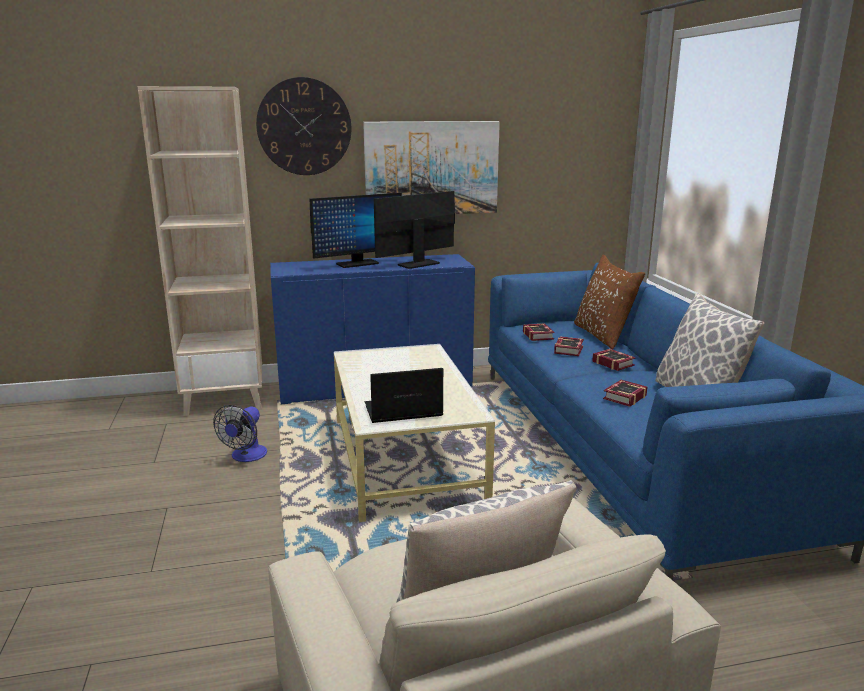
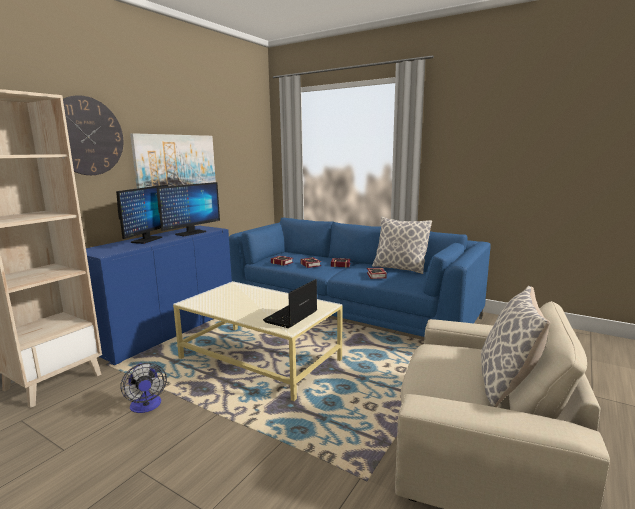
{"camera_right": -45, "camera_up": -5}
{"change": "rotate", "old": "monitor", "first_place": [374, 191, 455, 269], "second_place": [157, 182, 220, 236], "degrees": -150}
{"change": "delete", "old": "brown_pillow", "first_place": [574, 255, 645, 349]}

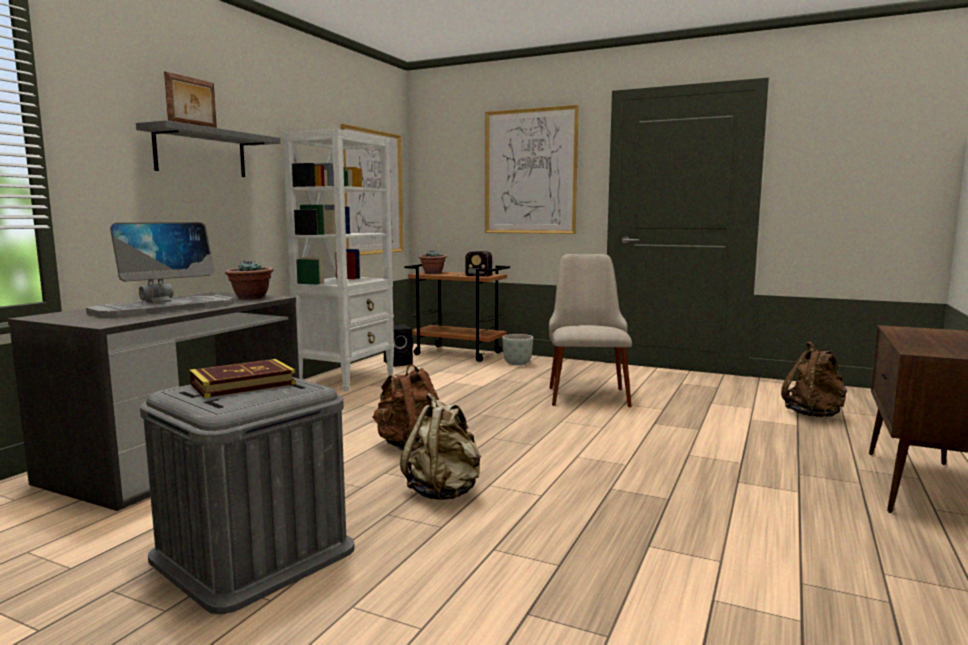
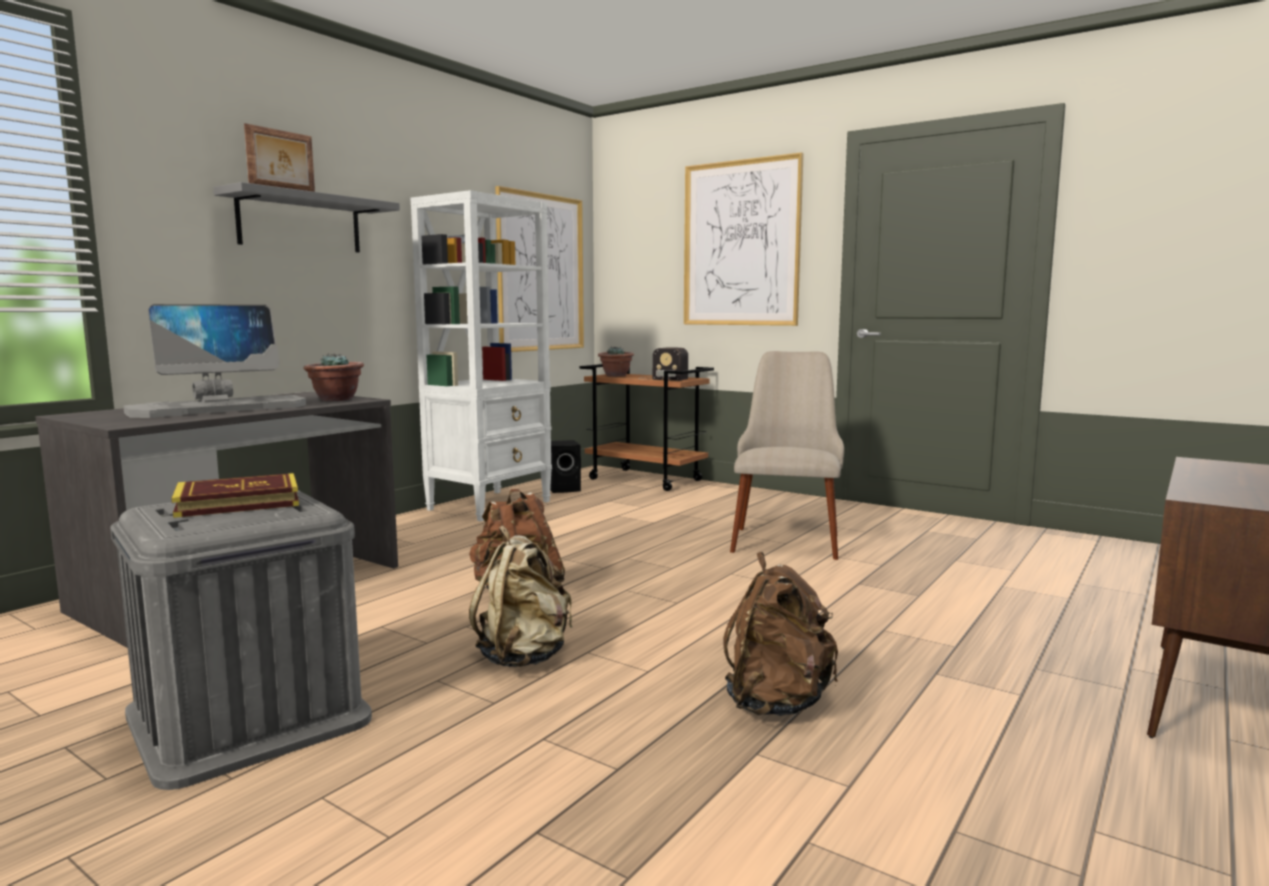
{"camera_right": 10, "camera_up": 0}
{"change": "delete", "old": "grey_planter", "first_place": [502, 334, 533, 366]}
{"change": "move", "old": "brown_backpack", "first_place": [781, 341, 847, 418], "second_place": [723, 552, 838, 716]}

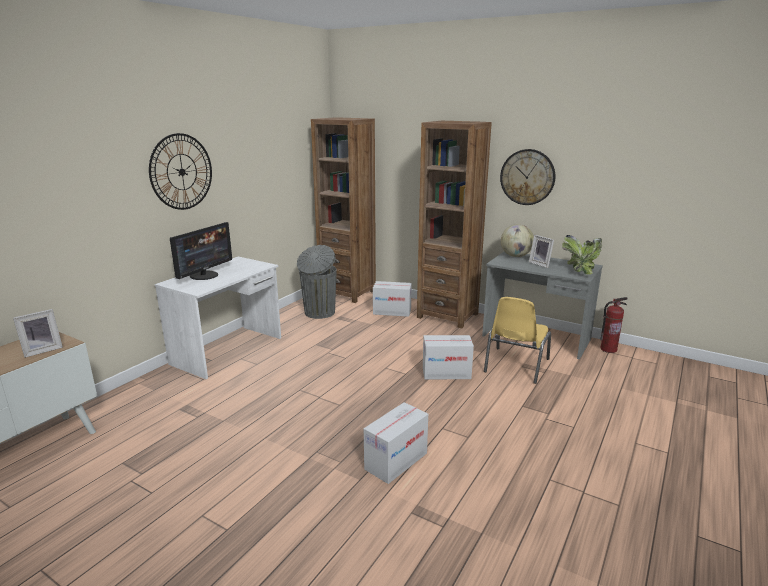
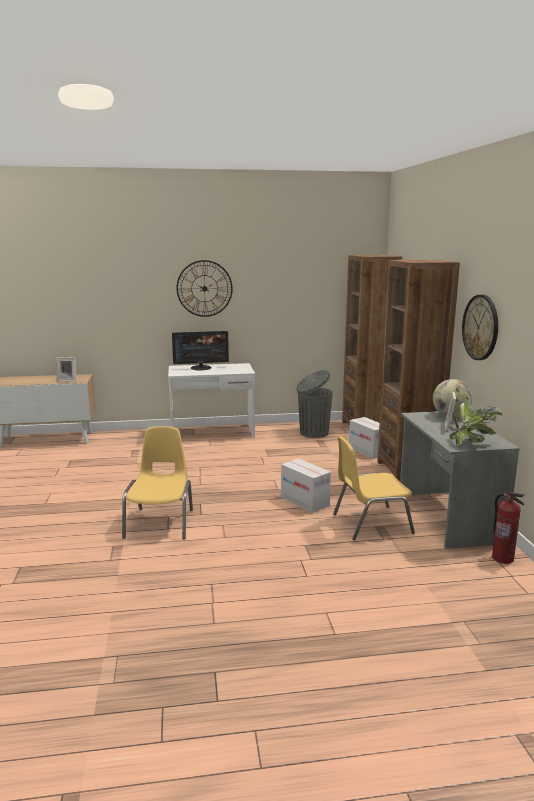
{"camera_right": 50, "camera_up": -5}
{"change": "replace", "old": "cardboard_box", "new": "yellow_chair", "first_place": [364, 402, 428, 484], "second_place": [122, 426, 193, 539]}

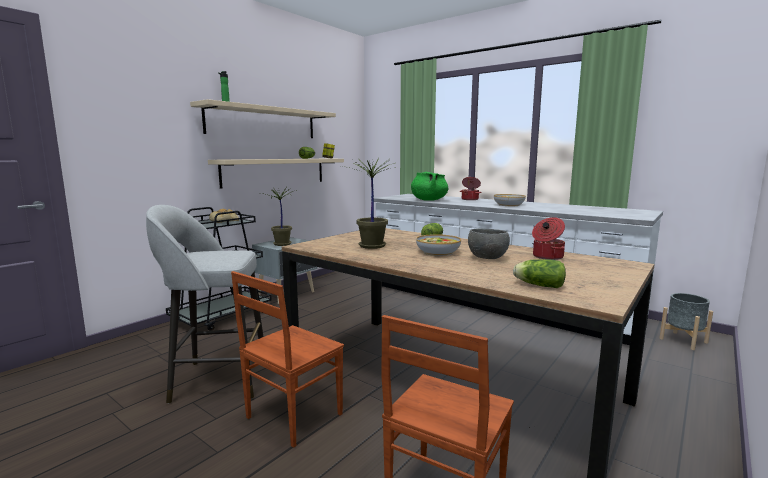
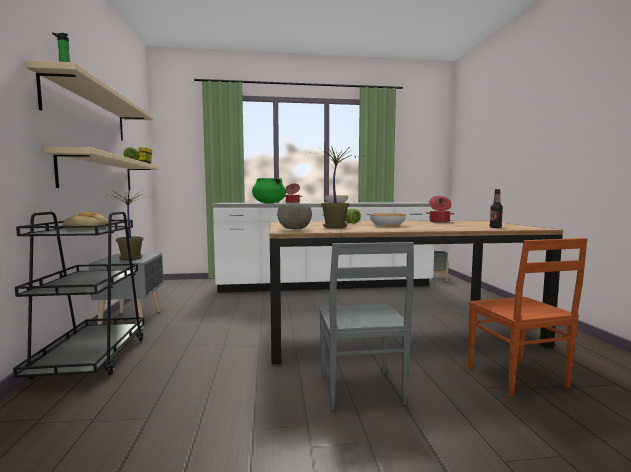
{"camera_right": -45, "camera_up": -5}
{"change": "delete", "old": "grey_stool", "first_place": [146, 205, 263, 404]}
{"change": "recolor", "old": "brown_chair", "new": "grey_chair", "first_place": [231, 271, 344, 448], "second_place": [319, 242, 414, 410]}
{"change": "move", "old": "grey_bowl", "first_place": [468, 229, 510, 259], "second_place": [278, 205, 312, 229]}
{"change": "replace", "old": "lettuce", "new": "bottle", "first_place": [513, 259, 566, 288], "second_place": [490, 189, 503, 228]}

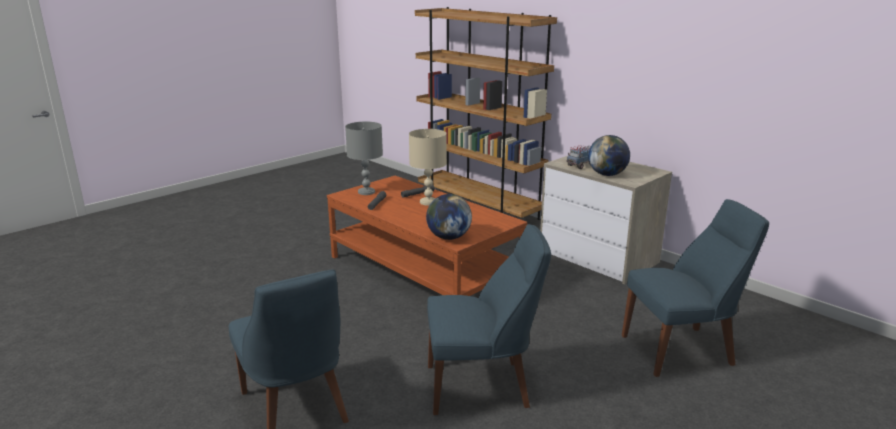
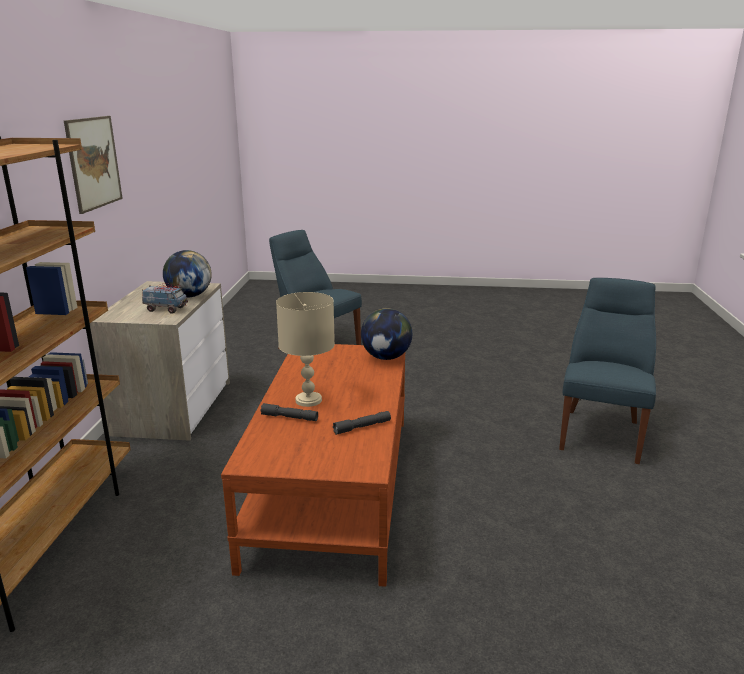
{"camera_right": -130, "camera_up": 0}
{"change": "delete", "old": "grey_table_lamp", "first_place": [345, 122, 383, 195]}
{"change": "delete", "old": "blue_chair", "first_place": [427, 224, 551, 415]}
{"change": "insert", "new": "picture", "second_place": [64, 116, 123, 214]}

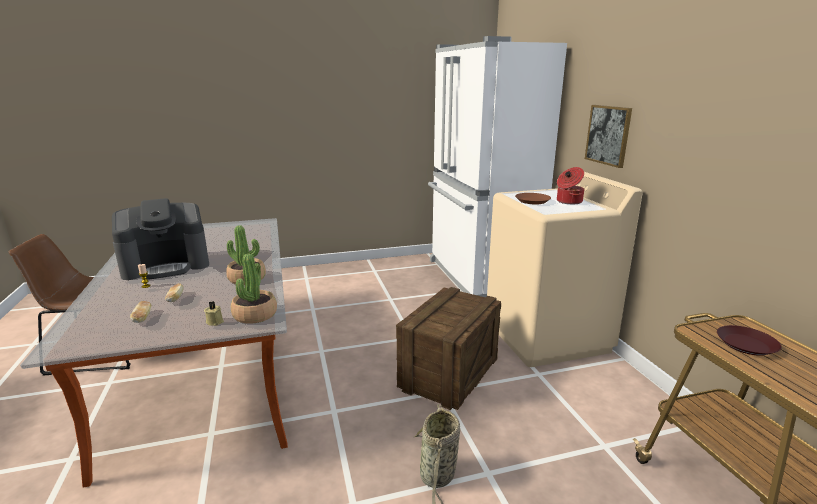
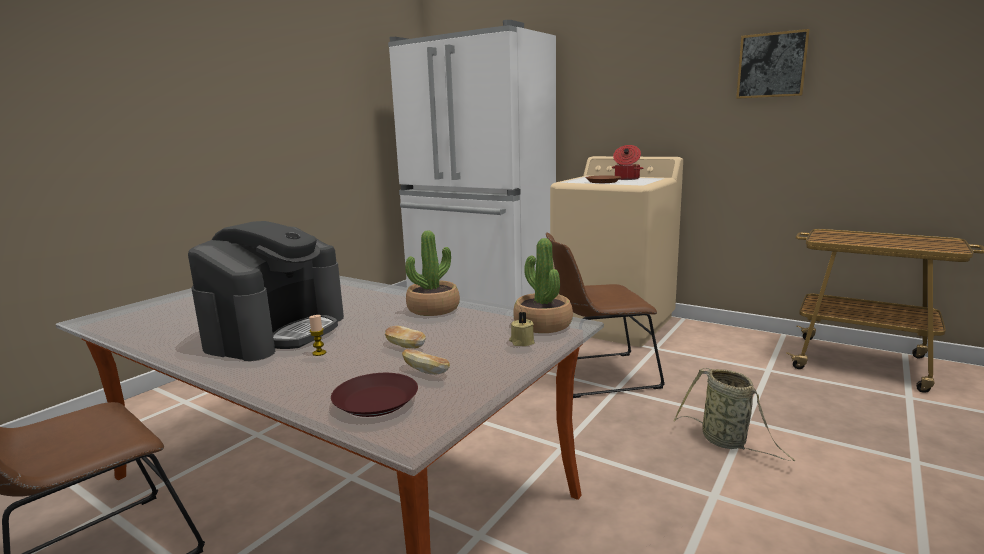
{"camera_right": -40, "camera_up": -5}
{"change": "replace", "old": "crate", "new": "brown_chair", "first_place": [396, 287, 501, 410], "second_place": [546, 232, 665, 398]}
{"change": "move", "old": "picture", "first_place": [585, 105, 632, 168], "second_place": [736, 29, 810, 99]}
{"change": "move", "old": "brown_plate", "first_place": [717, 325, 782, 356], "second_place": [331, 373, 418, 417]}

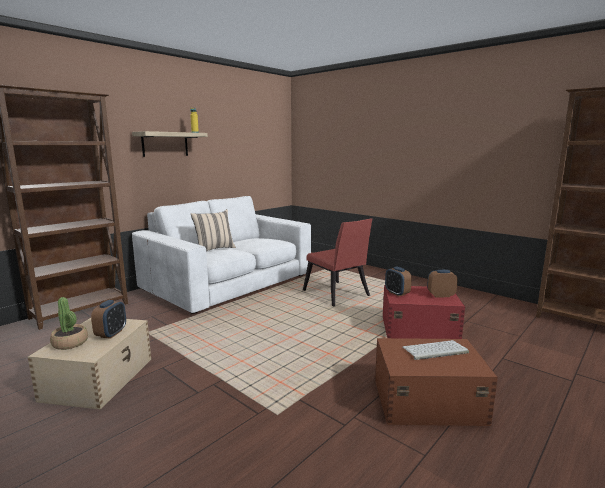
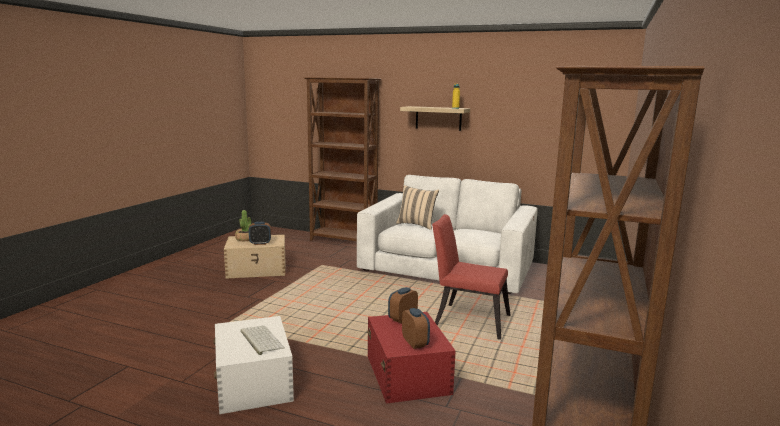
{"camera_right": 70, "camera_up": 0}
{"change": "rotate", "old": "red_chair", "first_place": [303, 218, 372, 307], "second_place": [432, 214, 510, 340], "degrees": 75}
{"change": "recolor", "old": "brown_storage_box", "new": "white_storage_box", "first_place": [375, 338, 498, 426], "second_place": [214, 316, 294, 414]}

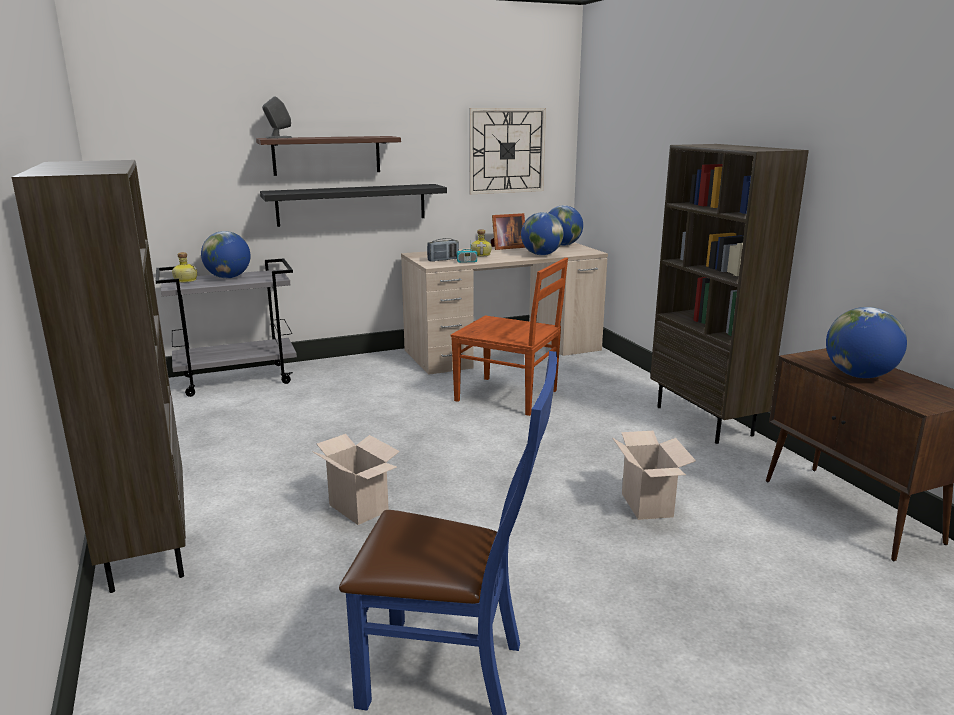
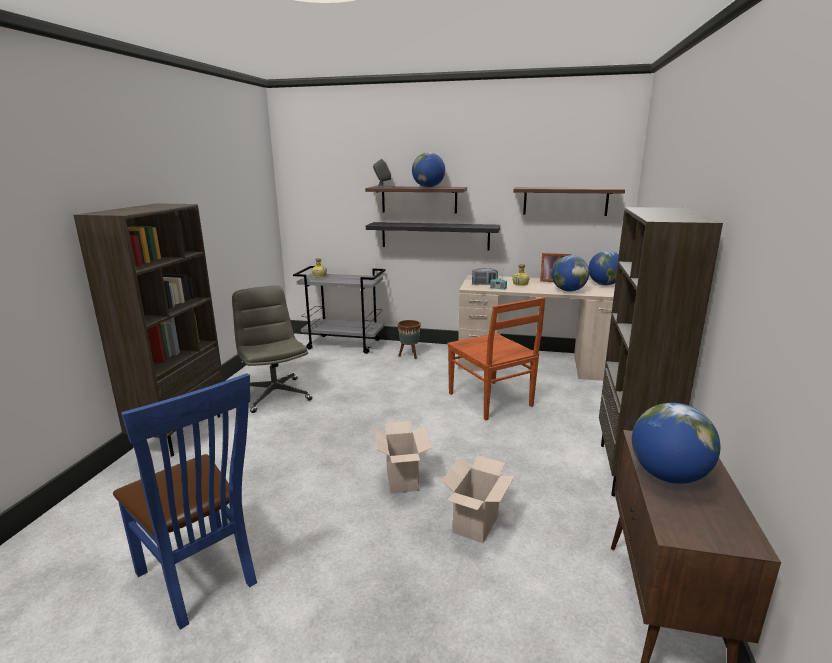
{"camera_right": 35, "camera_up": 0}
{"change": "move", "old": "globe", "first_place": [201, 231, 251, 278], "second_place": [412, 152, 445, 188]}
{"change": "move", "old": "cardboard_box", "first_place": [312, 434, 400, 525], "second_place": [374, 421, 432, 494]}
{"change": "replace", "old": "wall_clock", "new": "shelf", "first_place": [469, 108, 546, 194], "second_place": [513, 187, 625, 216]}
{"change": "insert", "new": "grey_office_chair", "second_place": [232, 285, 312, 413]}
{"change": "insert", "new": "brown_planter", "second_place": [398, 320, 421, 359]}

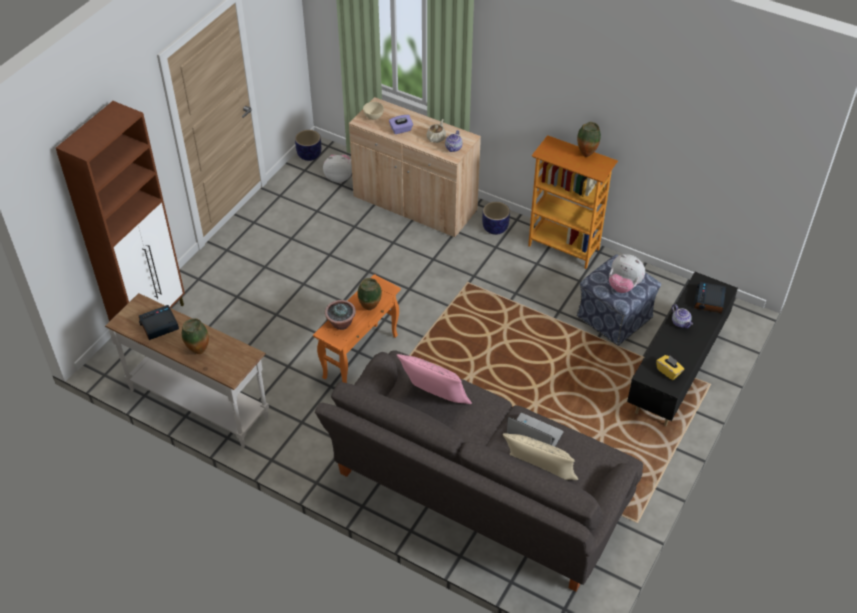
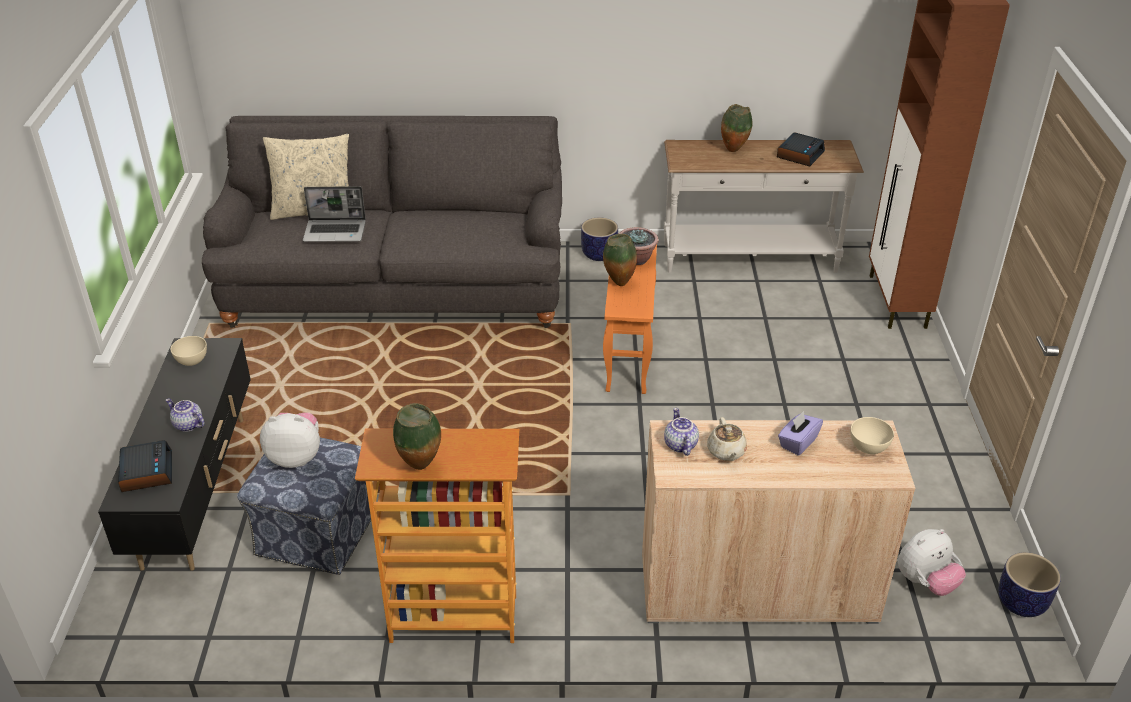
{"camera_right": 150, "camera_up": -10}
{"change": "delete", "old": "pink_pillow", "first_place": [397, 354, 472, 404]}
{"change": "move", "old": "planter", "first_place": [482, 202, 510, 235], "second_place": [581, 217, 618, 261]}
{"change": "replace", "old": "yellow_tissue_box", "new": "beige_bowl", "first_place": [656, 355, 684, 380], "second_place": [170, 336, 207, 366]}

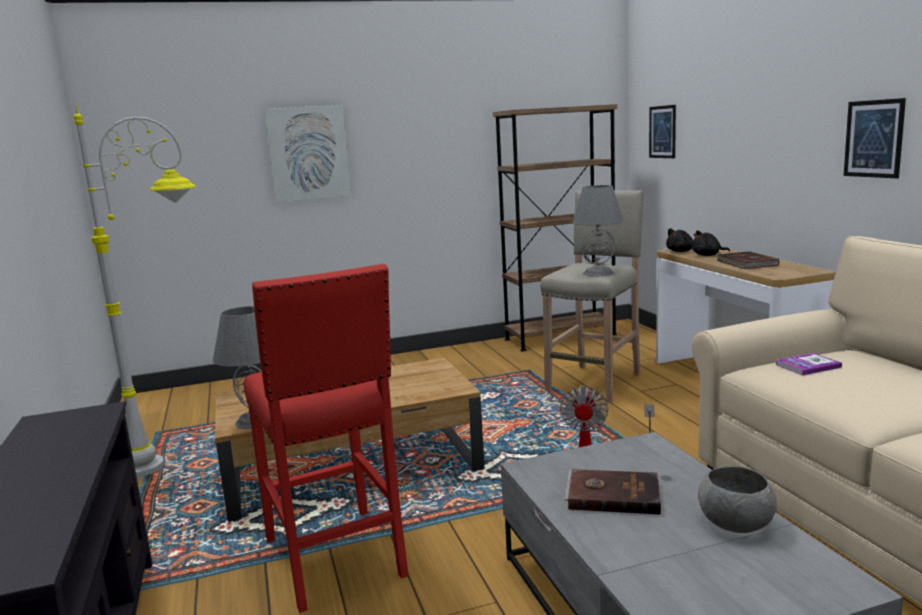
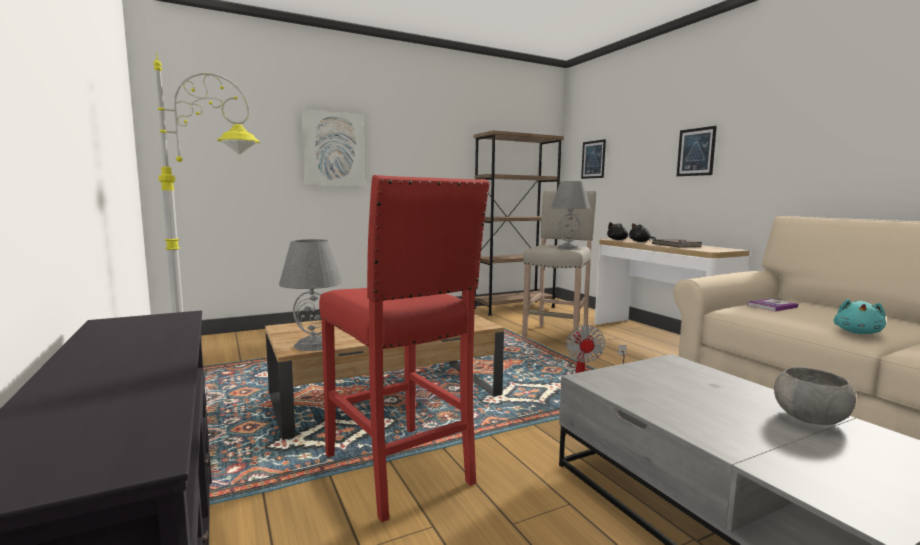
{"camera_right": -10, "camera_up": -5}
{"change": "delete", "old": "brown_book", "first_place": [565, 469, 661, 515]}
{"change": "move", "old": "picture", "first_place": [844, 98, 906, 178], "second_place": [677, 126, 717, 176]}
{"change": "insert", "new": "turquoise_plush_toy", "second_place": [833, 299, 886, 334]}

